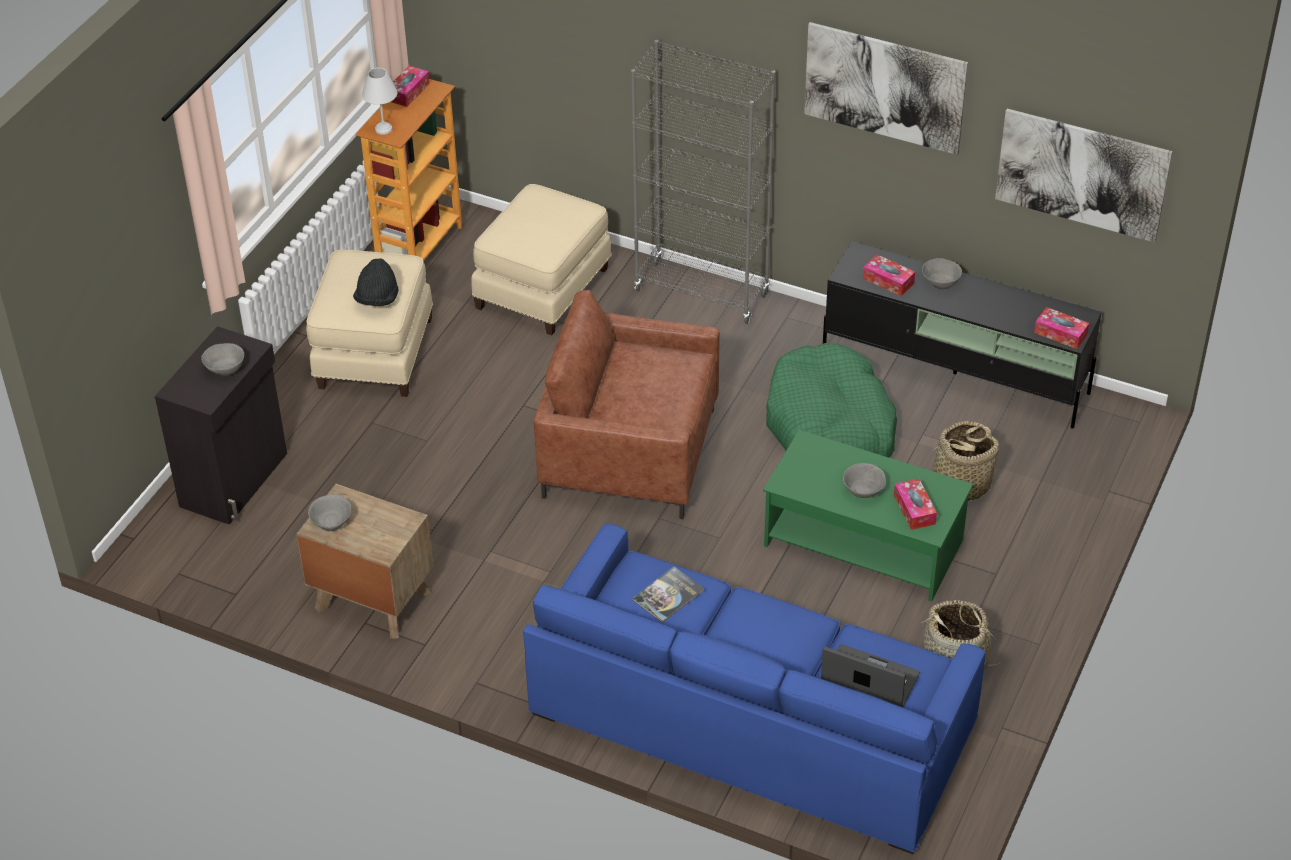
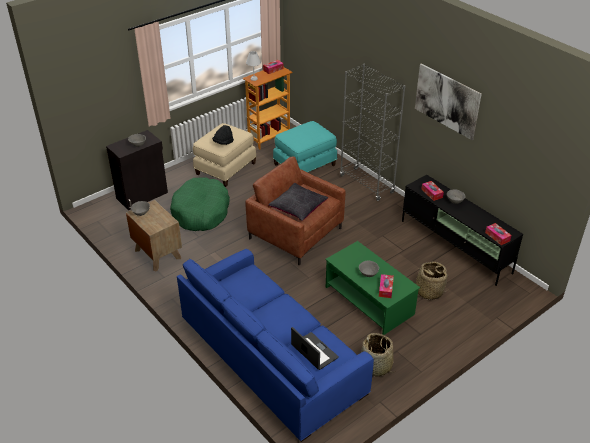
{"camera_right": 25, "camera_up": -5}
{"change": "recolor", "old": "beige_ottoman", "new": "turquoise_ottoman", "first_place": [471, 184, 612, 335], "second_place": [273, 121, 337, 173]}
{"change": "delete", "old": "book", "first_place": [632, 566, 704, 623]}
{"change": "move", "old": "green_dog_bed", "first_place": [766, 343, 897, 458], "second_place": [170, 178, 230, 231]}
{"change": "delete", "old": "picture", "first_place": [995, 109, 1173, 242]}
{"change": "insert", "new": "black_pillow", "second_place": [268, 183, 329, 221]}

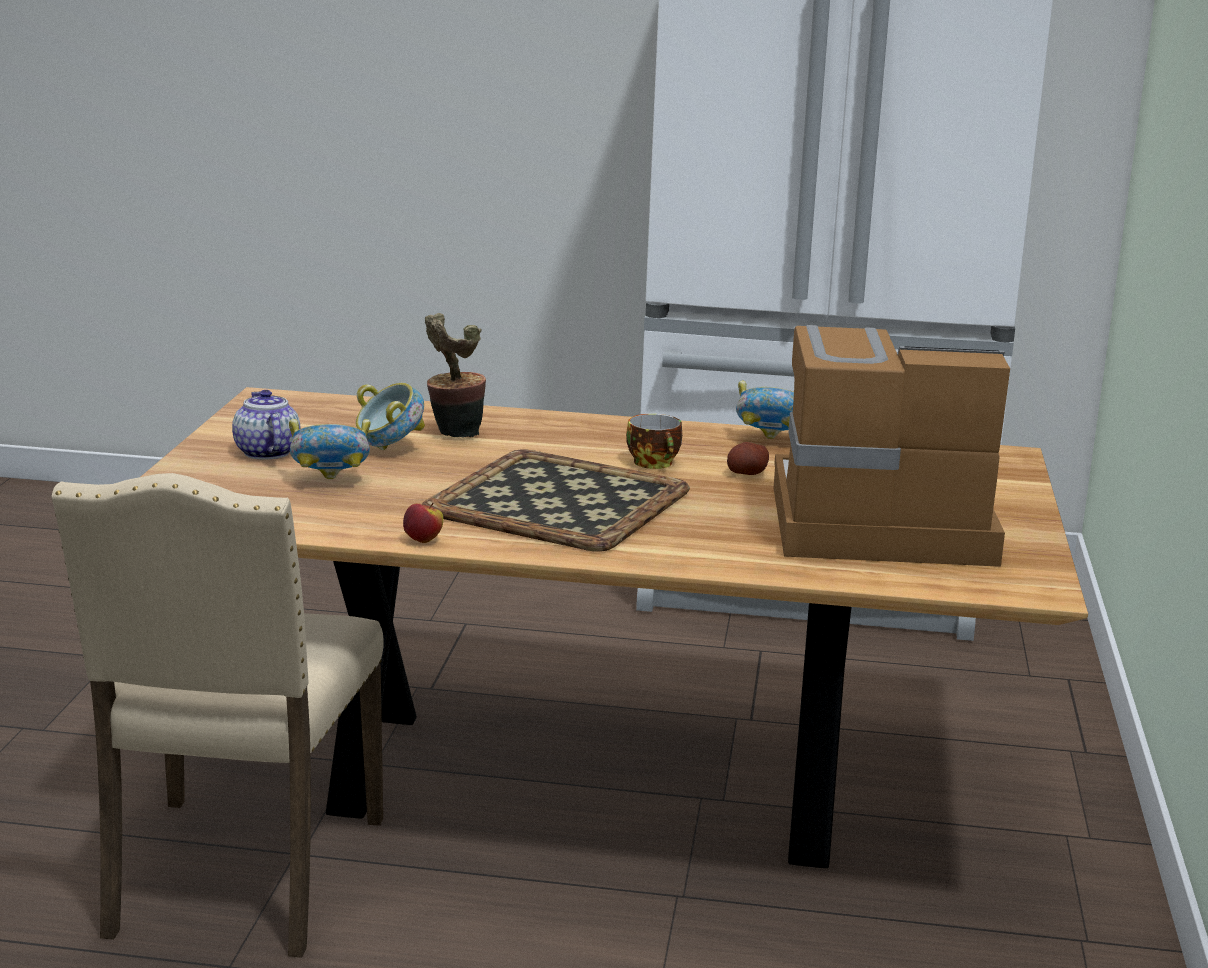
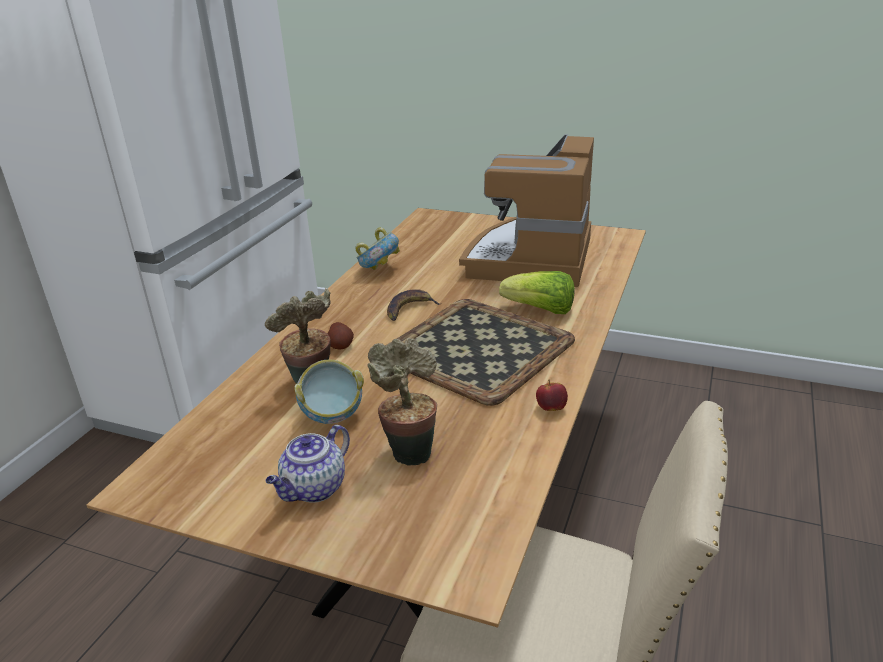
{"camera_right": -75, "camera_up": 10}
{"change": "rotate", "old": "teapot", "first_place": [232, 390, 300, 459], "second_place": [266, 425, 350, 503], "degrees": -45}
{"change": "replace", "old": "bowl", "new": "potted_plant", "first_place": [289, 419, 371, 479], "second_place": [367, 338, 437, 466]}
{"change": "replace", "old": "cup", "new": "banana", "first_place": [626, 414, 682, 469], "second_place": [387, 289, 439, 321]}
{"change": "move", "old": "potato", "first_place": [727, 442, 769, 475], "second_place": [328, 322, 354, 349]}
{"change": "insert", "new": "lettuce", "second_place": [499, 271, 575, 314]}

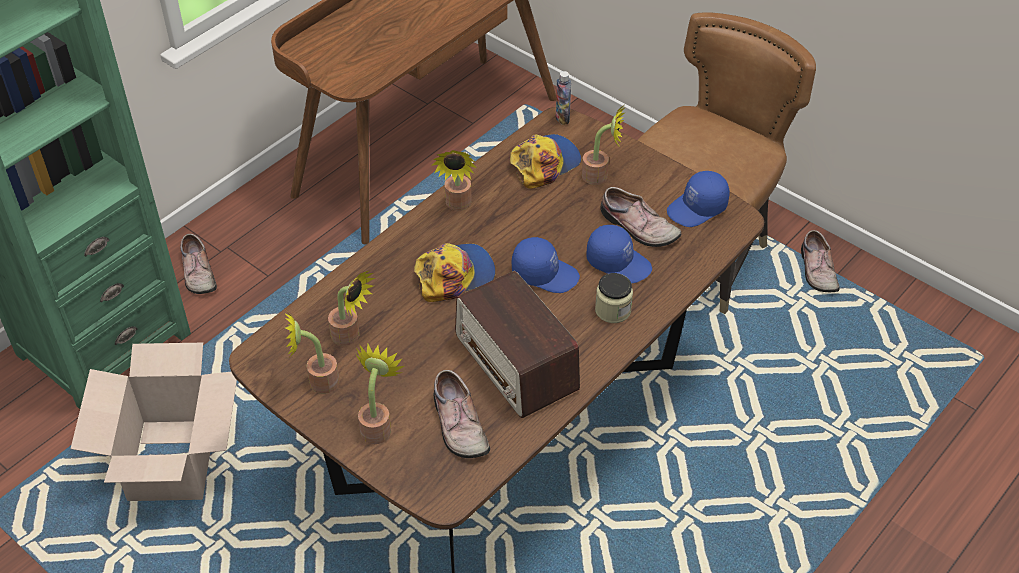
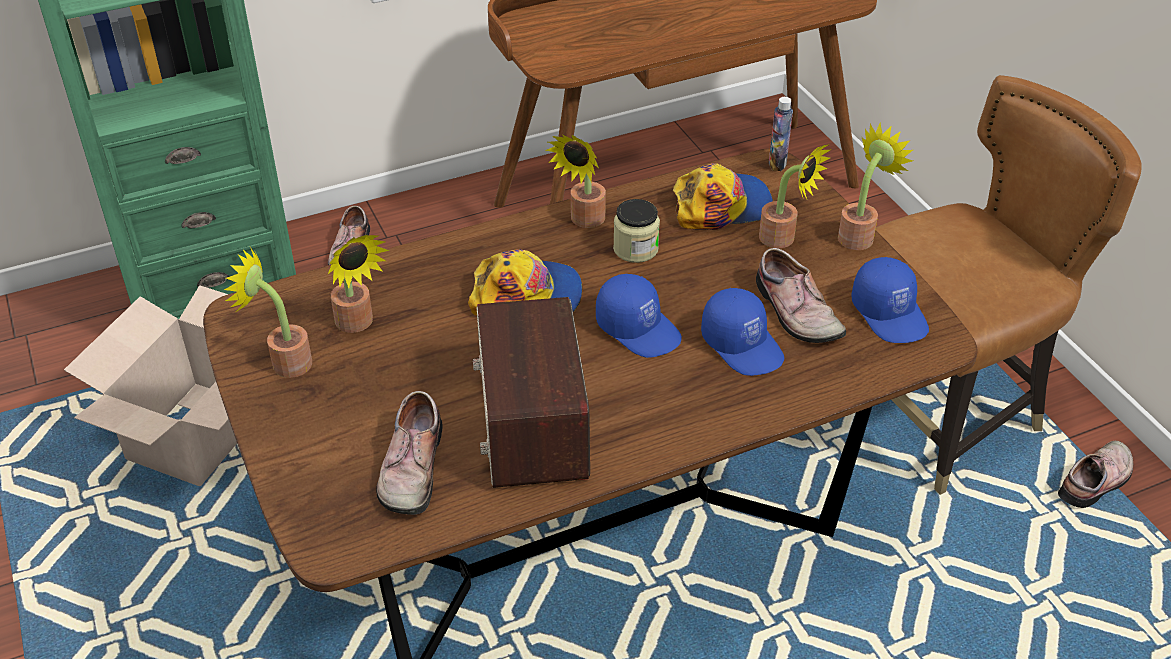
{"camera_right": 25, "camera_up": -5}
{"change": "move", "old": "potted_plant", "first_place": [356, 344, 404, 444], "second_place": [838, 123, 913, 250]}
{"change": "move", "old": "jar", "first_place": [595, 273, 633, 323], "second_place": [613, 199, 660, 263]}
{"change": "rotate", "old": "blue_cap", "first_place": [667, 171, 730, 227], "second_place": [852, 257, 929, 343], "degrees": -105}
{"change": "rotate", "old": "shoe", "first_place": [801, 230, 840, 292], "second_place": [1058, 441, 1133, 508], "degrees": -150}

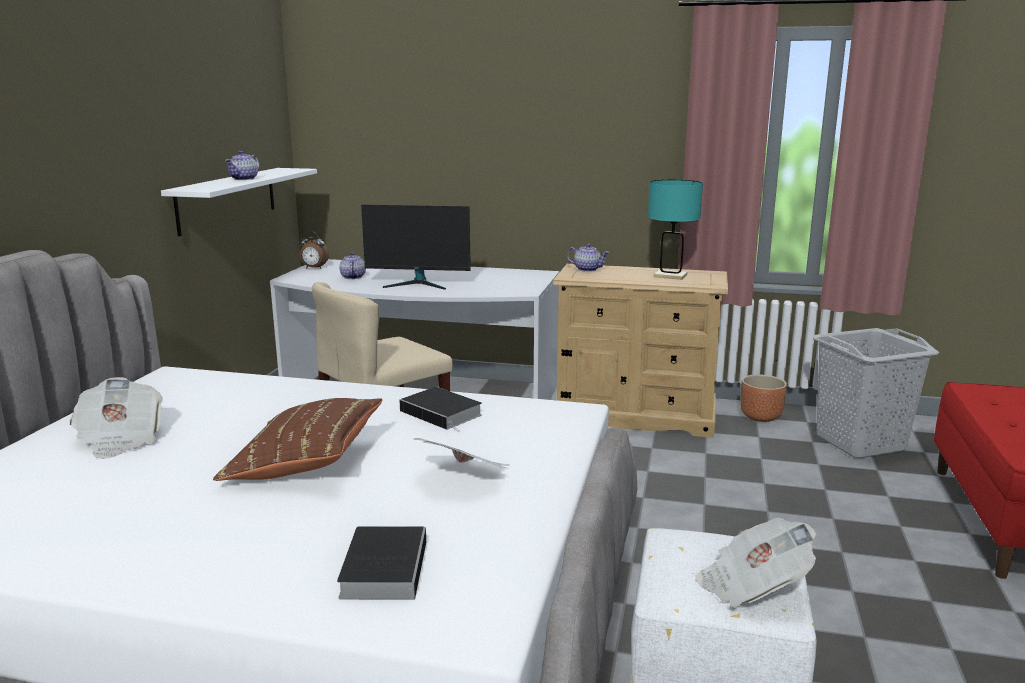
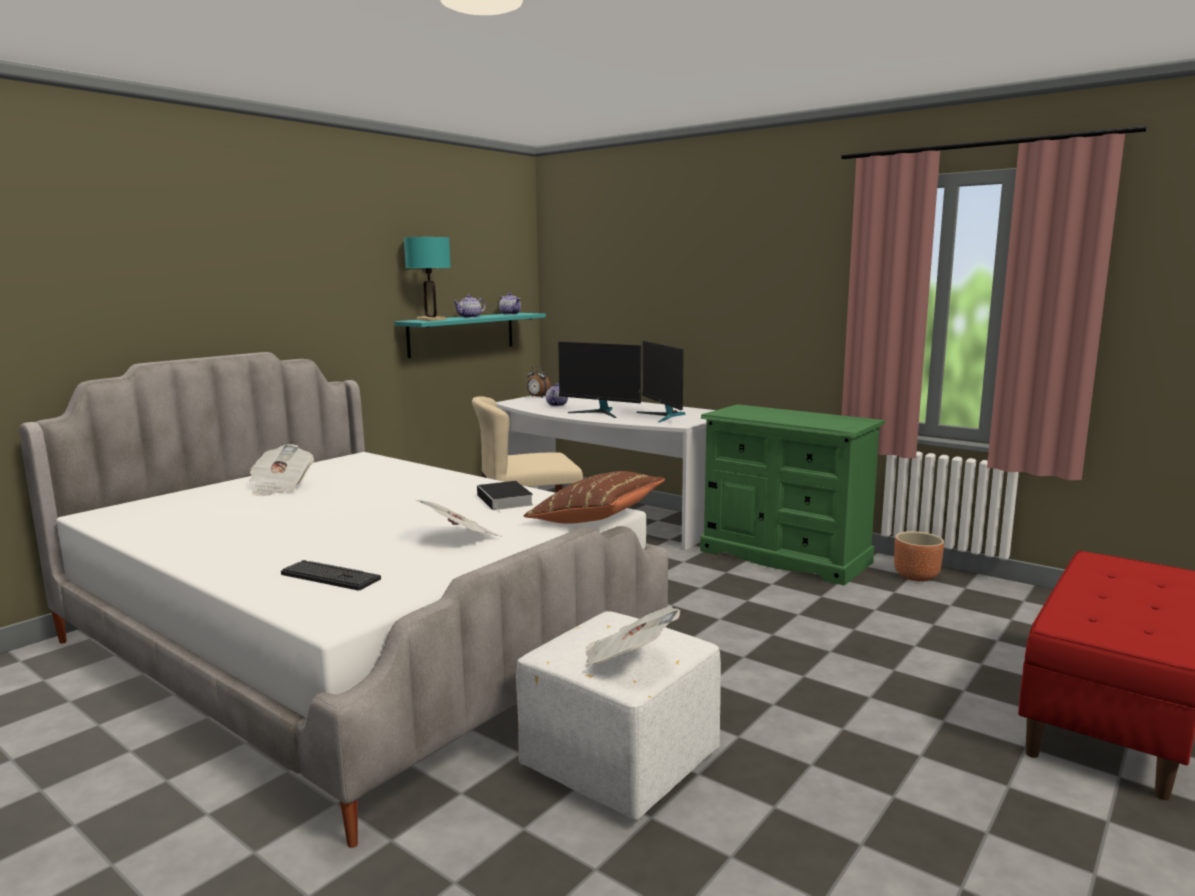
{"camera_right": 25, "camera_up": -5}
{"change": "recolor", "old": "white_shelf", "new": "turquoise_shelf", "first_place": [161, 168, 317, 236], "second_place": [394, 313, 546, 358]}
{"change": "move", "old": "brown_pillow", "first_place": [213, 398, 382, 481], "second_place": [524, 471, 665, 524]}
{"change": "replace", "old": "book", "new": "keyboard", "first_place": [337, 526, 426, 600], "second_place": [281, 560, 381, 590]}
{"change": "recolor", "old": "beige_dresser", "new": "green_dresser", "first_place": [553, 264, 728, 438], "second_place": [700, 404, 885, 586]}
{"change": "move", "old": "teapot", "first_place": [567, 244, 610, 272], "second_place": [499, 293, 521, 315]}
{"change": "move", "old": "turquoise_table_lamp", "first_place": [648, 179, 703, 280], "second_place": [404, 237, 451, 321]}
{"change": "delete", "old": "grey_laundry_basket", "first_place": [813, 328, 939, 458]}
{"change": "insert", "new": "monitor", "second_place": [636, 341, 685, 422]}

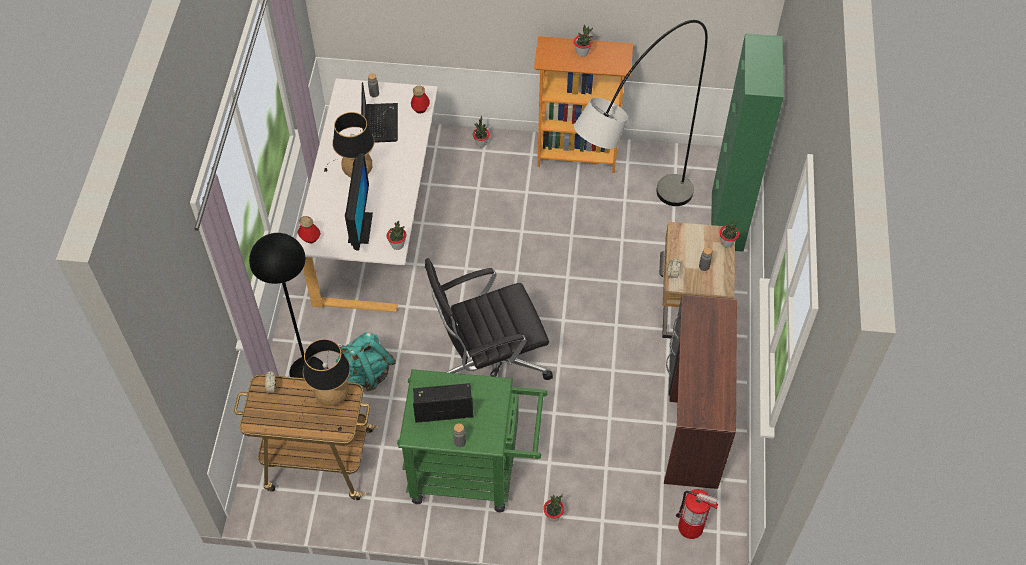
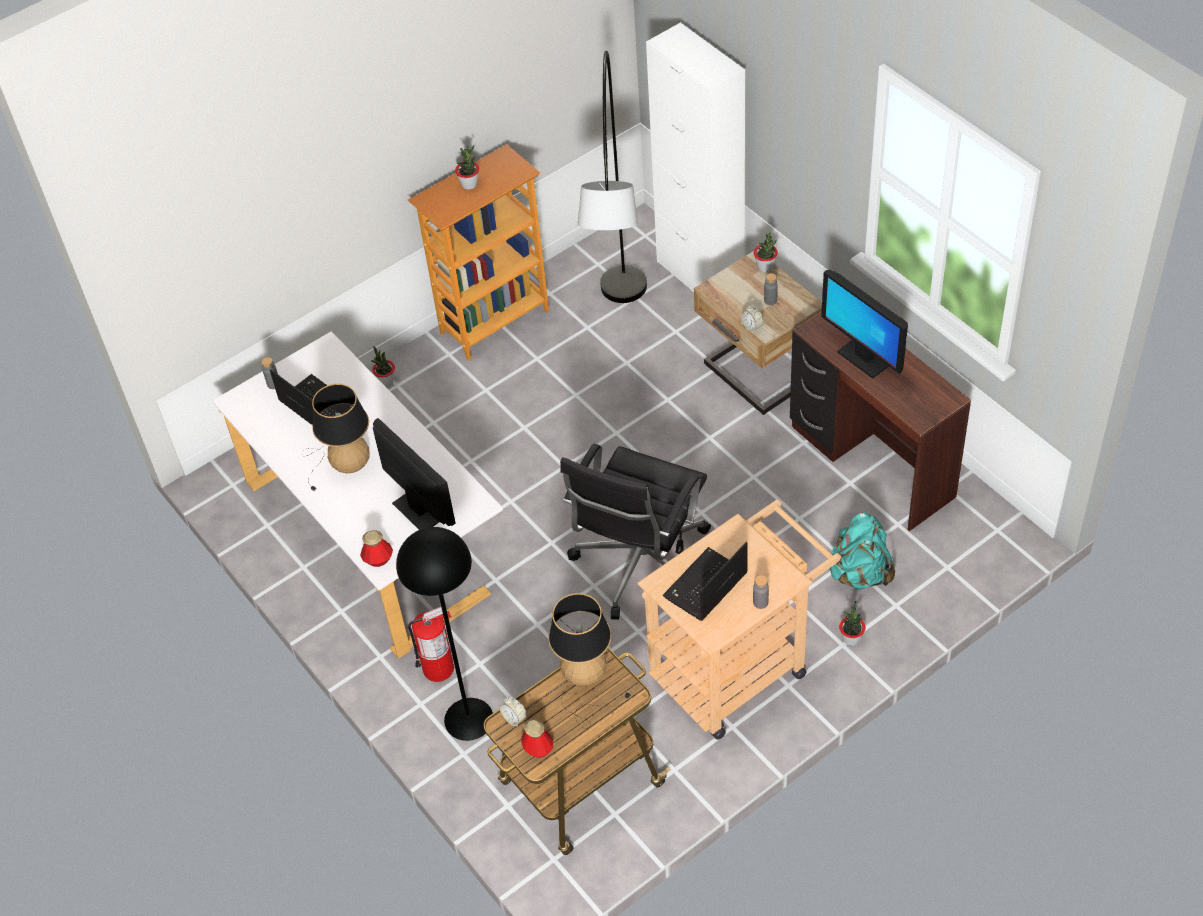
{"camera_right": -40, "camera_up": -5}
{"change": "move", "old": "turquoise_backpack", "first_place": [336, 332, 396, 391], "second_place": [828, 512, 895, 590]}
{"change": "delete", "old": "potted_plant", "first_place": [386, 220, 406, 250]}
{"change": "recolor", "old": "green_cart", "new": "beige_cart", "first_place": [397, 369, 548, 512], "second_place": [638, 499, 841, 740]}
{"change": "move", "old": "bottle", "first_place": [411, 86, 430, 114], "second_place": [521, 718, 553, 758]}
{"change": "move", "old": "fire_extinguisher", "first_place": [676, 489, 718, 539], "second_place": [408, 607, 454, 682]}
{"change": "recolor", "old": "green_cabinet", "new": "white_cabinet", "first_place": [711, 33, 784, 252], "second_place": [646, 23, 745, 292]}
{"change": "insert", "new": "monitor", "second_place": [821, 270, 908, 379]}

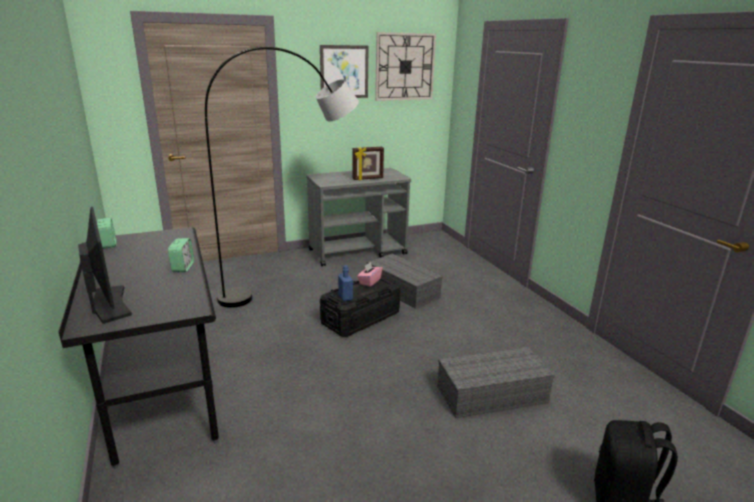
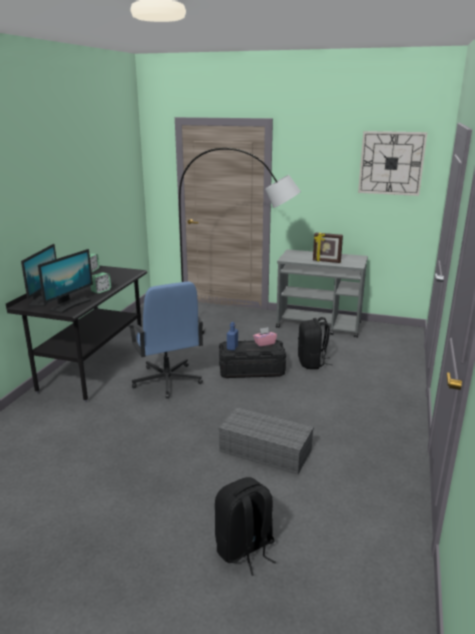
{"camera_right": 40, "camera_up": 0}
{"change": "delete", "old": "picture", "first_place": [320, 45, 369, 98]}
{"change": "replace", "old": "grey_storage_box", "new": "black_backpack", "first_place": [367, 254, 443, 309], "second_place": [298, 317, 333, 369]}
{"change": "insert", "new": "monitor", "second_place": [38, 249, 93, 313]}
{"change": "insert", "new": "blue_office_chair", "second_place": [129, 282, 204, 399]}

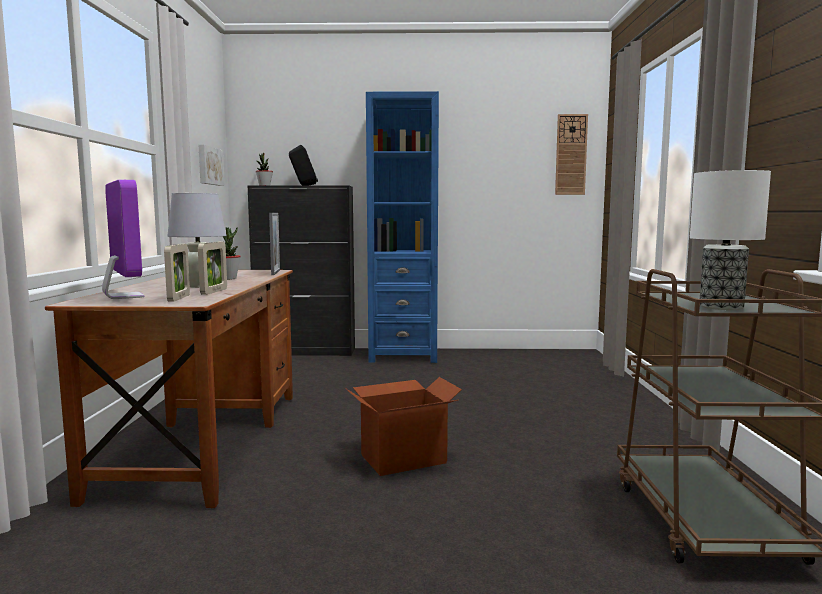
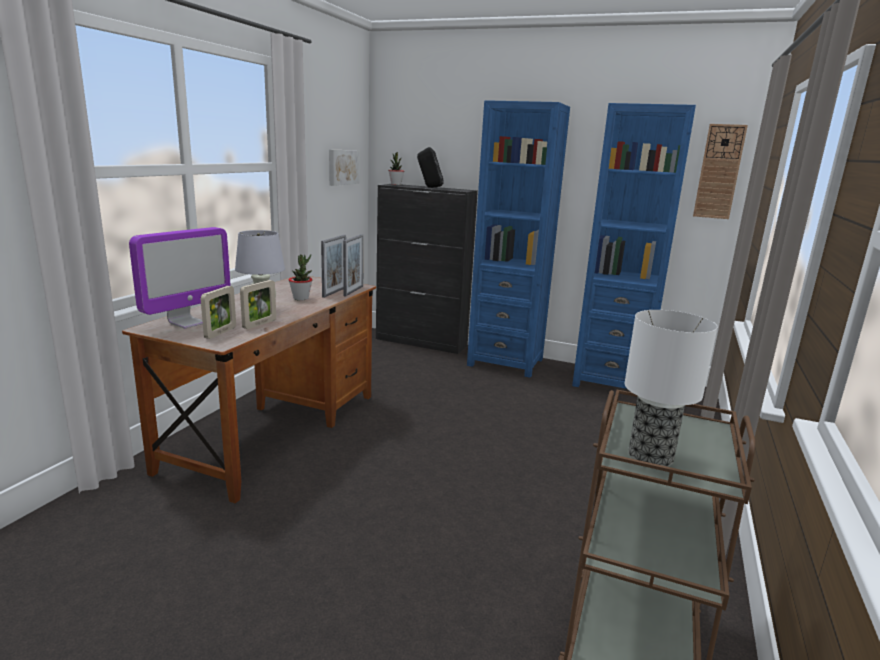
{"camera_right": 20, "camera_up": 10}
{"change": "rotate", "old": "monitor", "first_place": [102, 179, 145, 299], "second_place": [129, 227, 231, 329], "degrees": 45}
{"change": "delete", "old": "cardboard_box", "first_place": [346, 377, 462, 476]}
{"change": "insert", "new": "picture_frame", "second_place": [321, 235, 346, 298]}
{"change": "insert", "new": "blue_bookcase", "second_place": [572, 103, 696, 389]}

